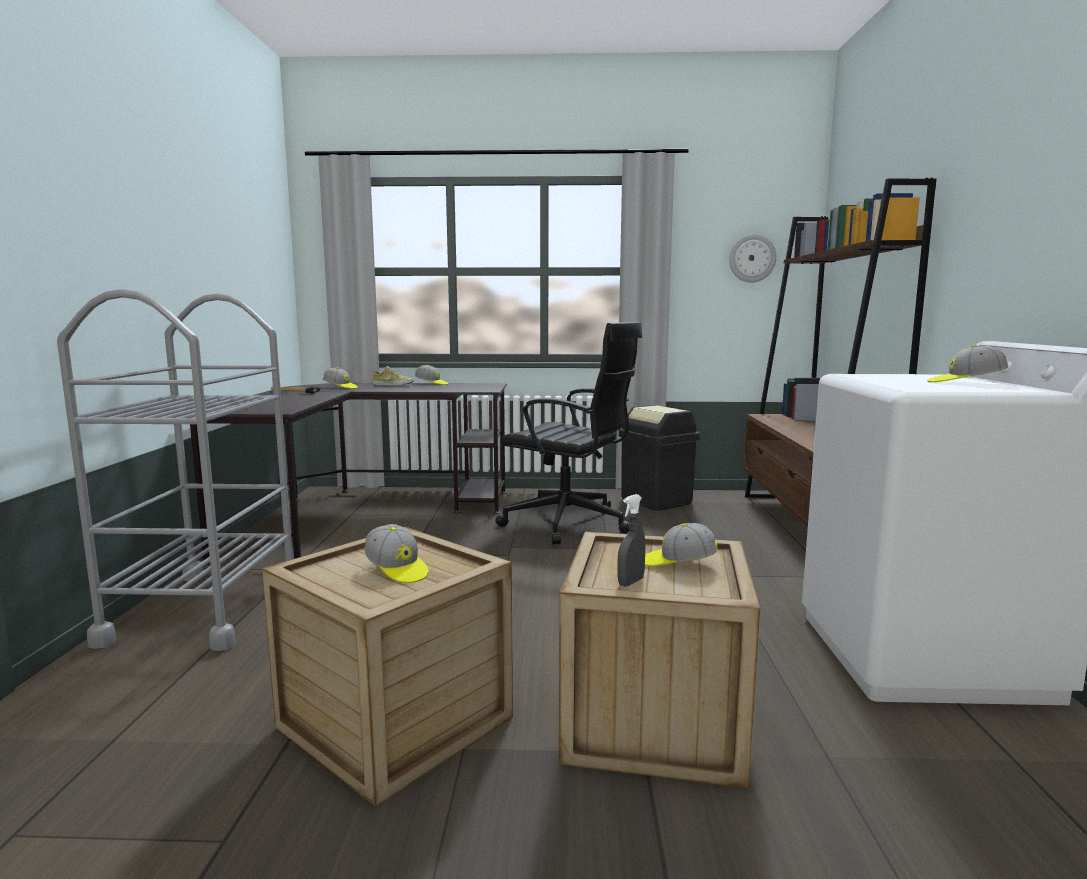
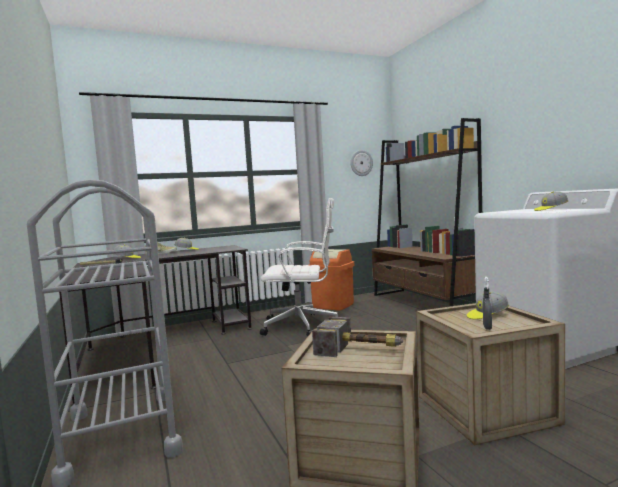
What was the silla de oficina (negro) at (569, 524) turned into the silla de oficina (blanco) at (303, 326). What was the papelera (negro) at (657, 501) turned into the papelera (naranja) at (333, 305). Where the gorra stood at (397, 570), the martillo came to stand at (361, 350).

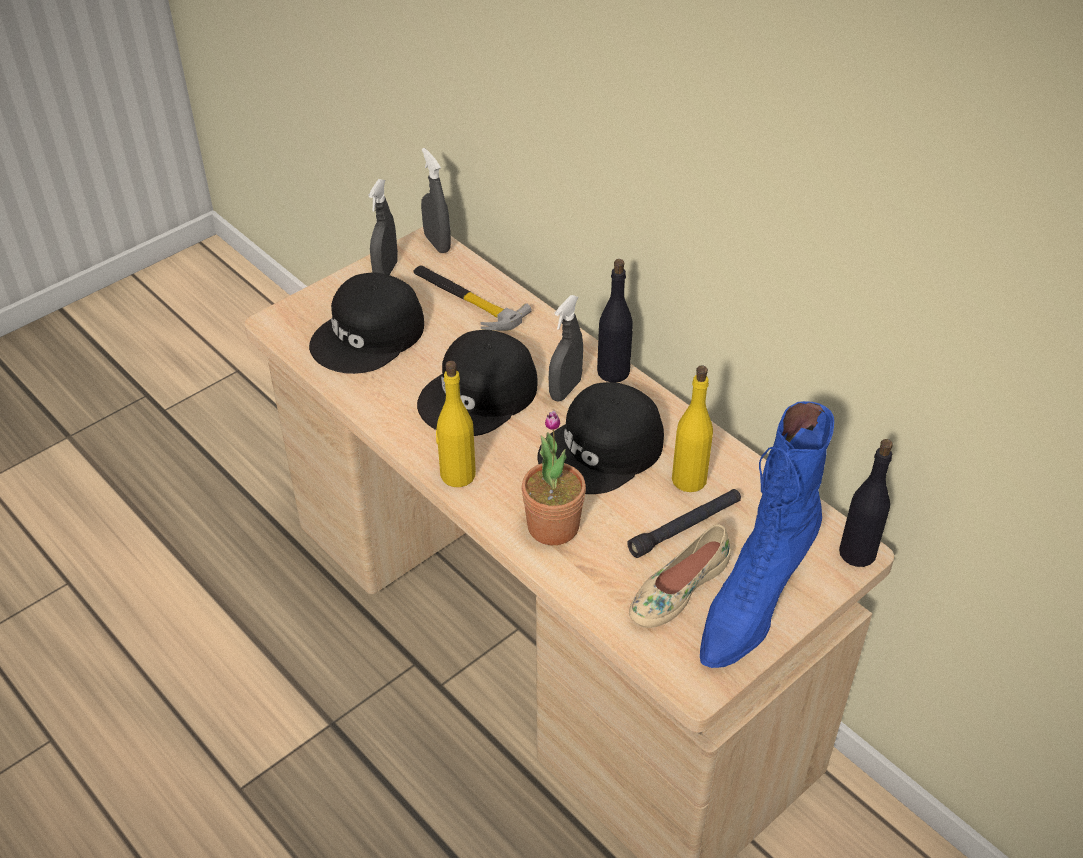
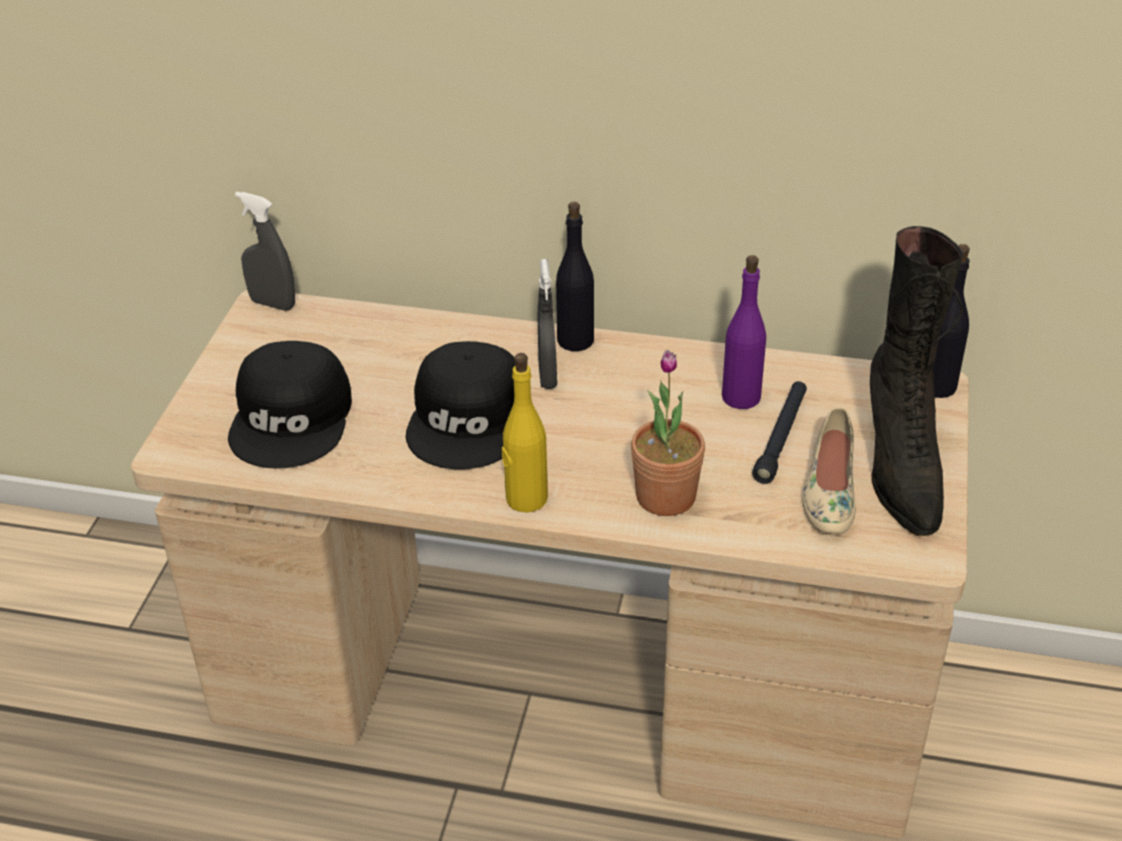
What was the botella (amarillo) at (689, 479) turned into the botella (morado) at (741, 397). What was the bota (azul) at (752, 603) turned into the bota (negro) at (901, 468). The second view lost the pulverizador (gris) at (386, 271). The second view lost the martillo at (465, 300). The second view lost the gorra (negro) at (603, 450).

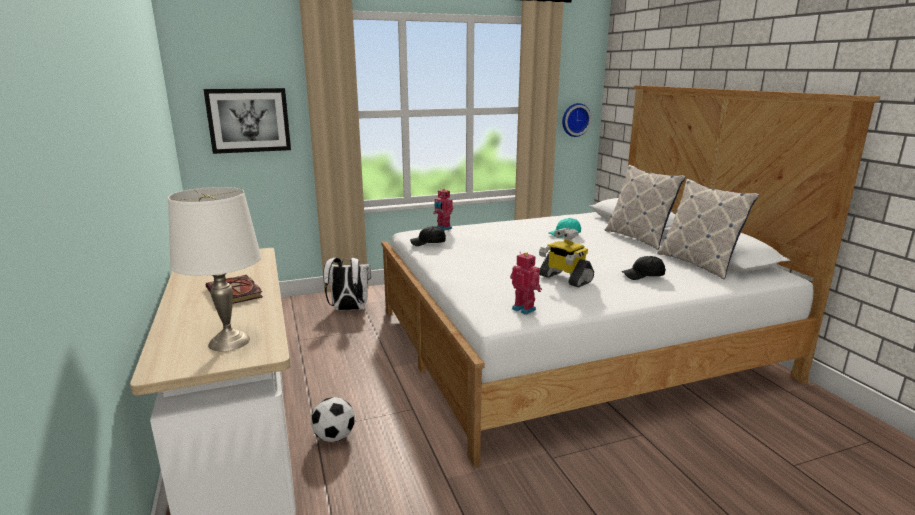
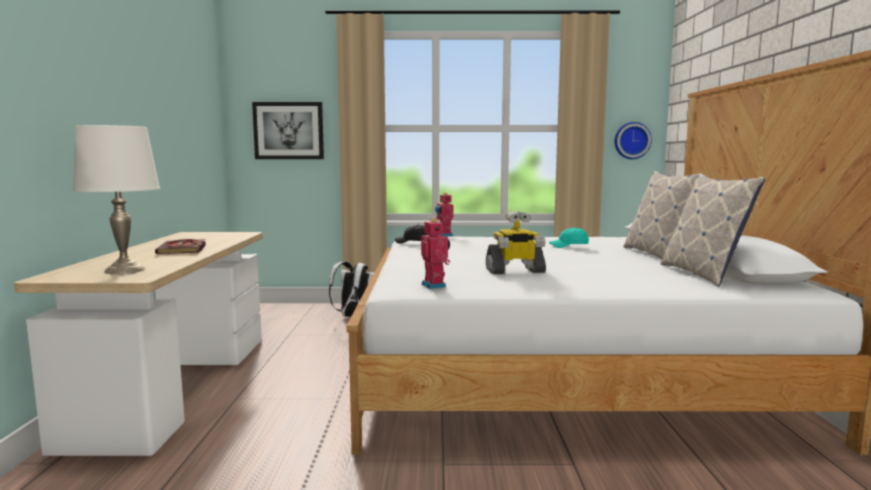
The robot de juguete at (564, 278) ended up facing another way, 75 degrees counterclockwise from before. The second view lost the balón de fútbol at (334, 437). The second view lost the gorra (negro) at (644, 276).

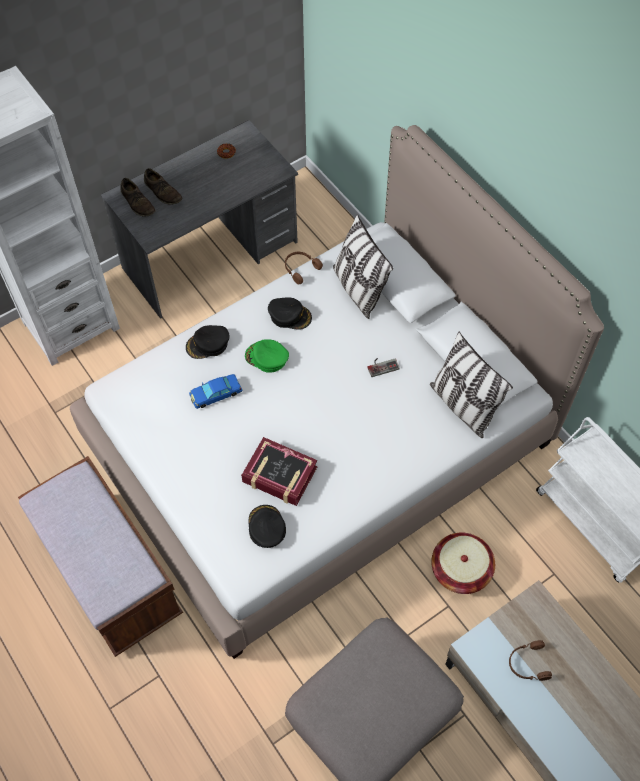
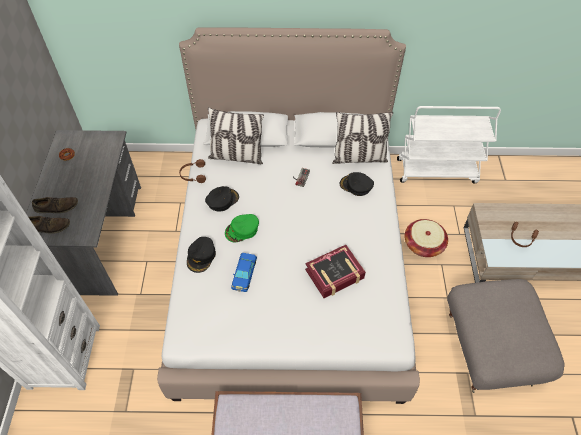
The gorra (negro) ended up elsewhere, having gone from (266, 527) to (356, 186).

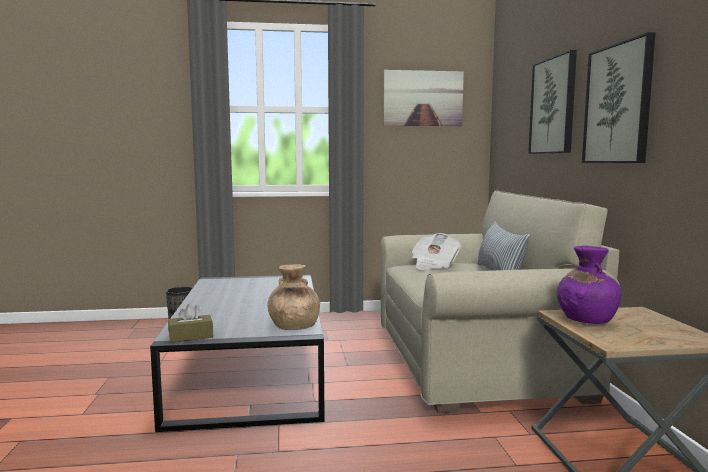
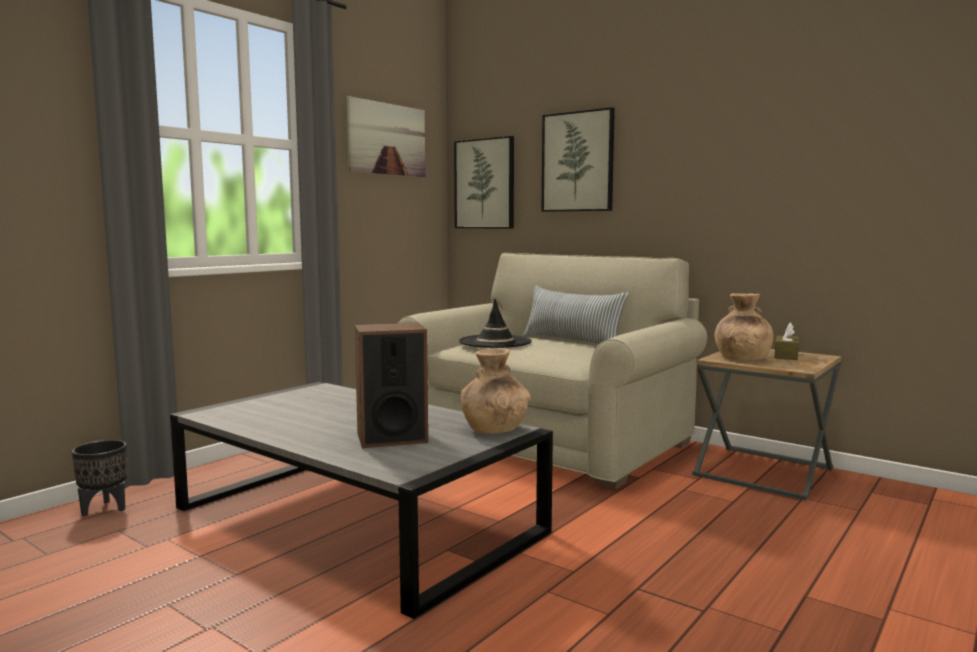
The second view gained the altavoz at (391, 438). The cuadro ended up elsewhere, having gone from (618, 104) to (485, 184). Where the periódico stood at (434, 265), the sombrero (negro) came to stand at (495, 342). What was the florero (morado) at (586, 319) turned into the florero (marrón) at (741, 359). The caja de pañuelos (marrón) ended up elsewhere, having gone from (191, 336) to (786, 356).

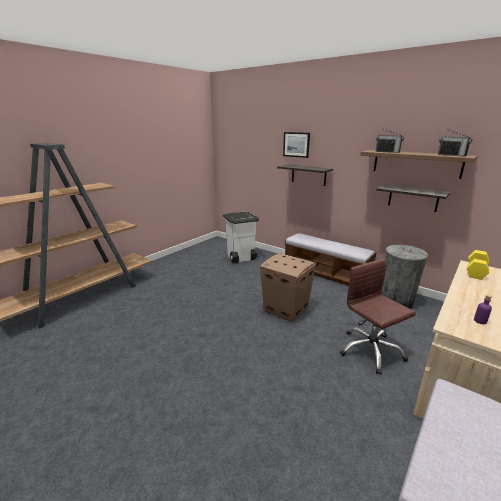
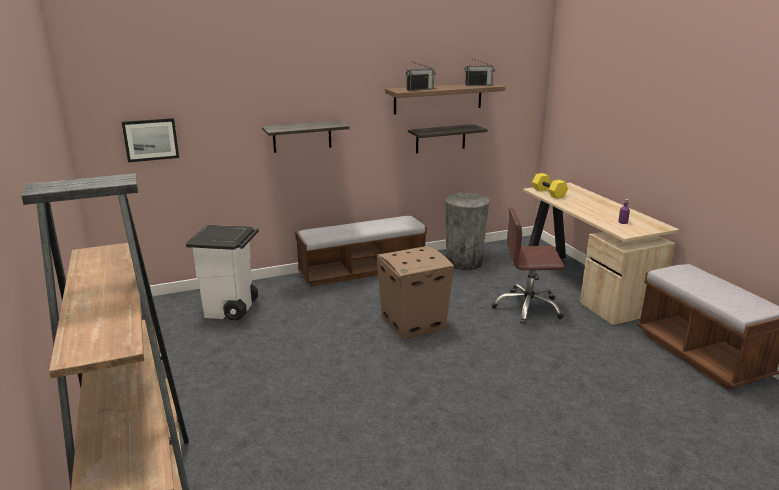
The cuadro ended up elsewhere, having gone from (296, 144) to (151, 139).

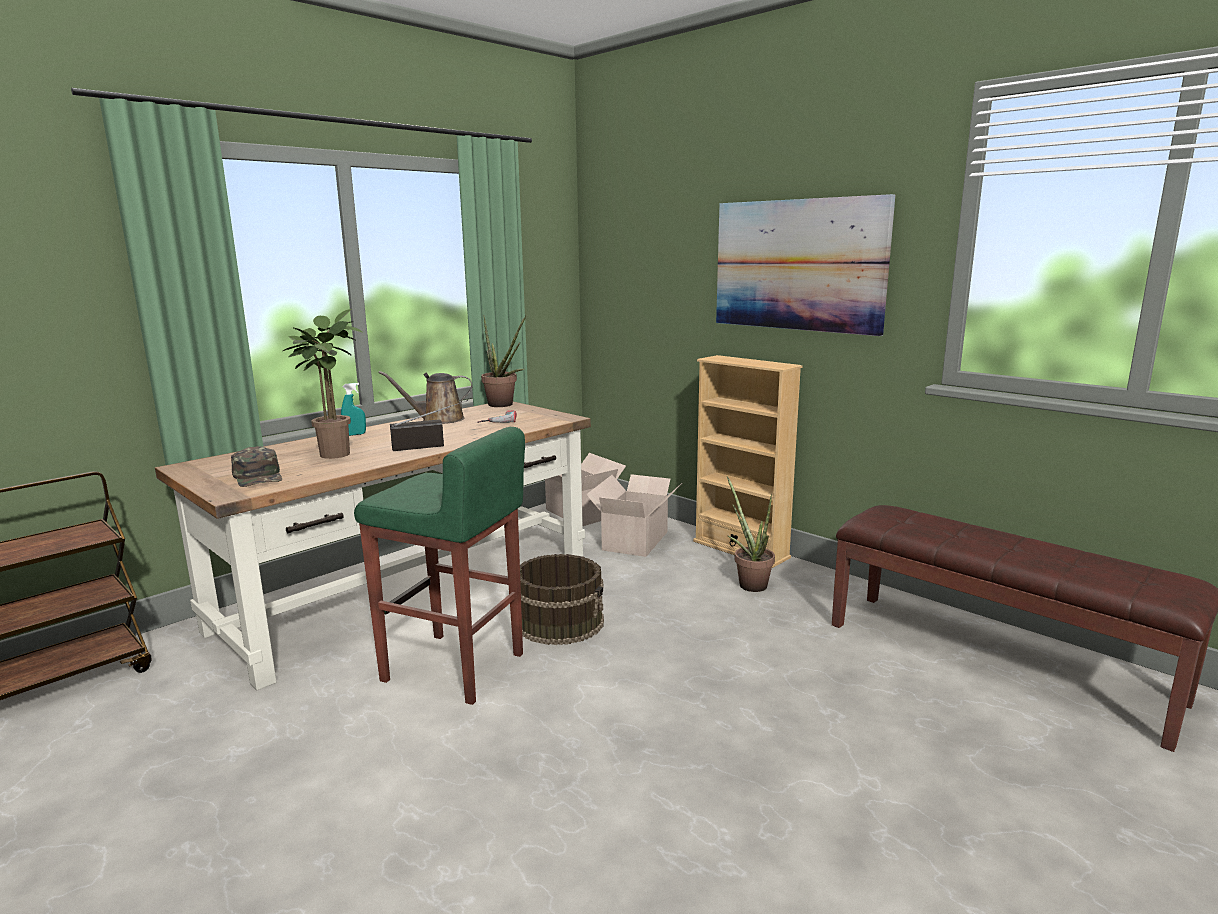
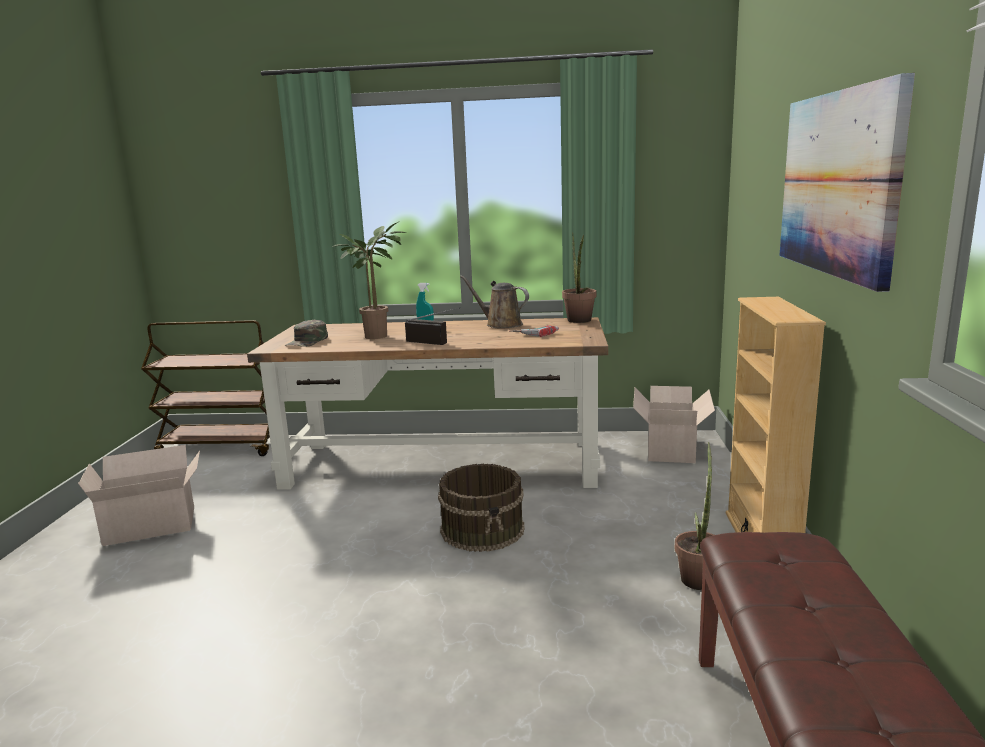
The caja de cartón ended up elsewhere, having gone from (636, 540) to (153, 525). The second view lost the taburete (verde) at (454, 668).

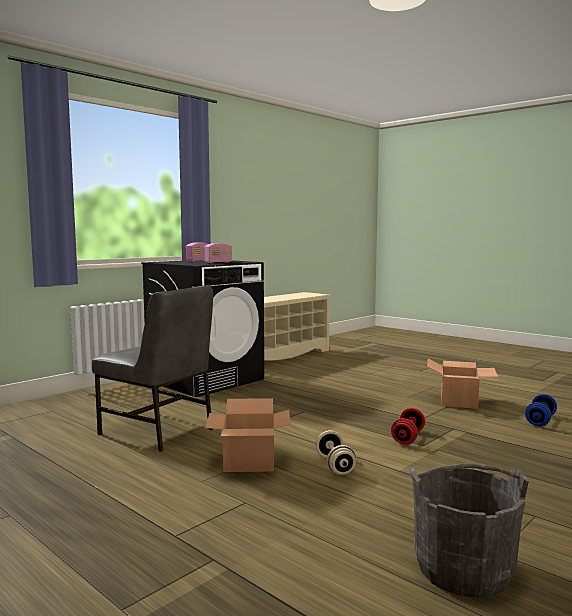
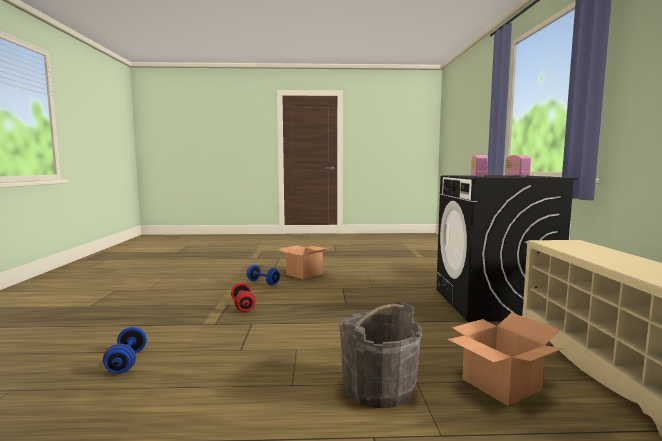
What was the mancuerna (beis) at (335, 465) turned into the mancuerna (azul) at (263, 283). The cubo (gris) ended up elsewhere, having gone from (463, 569) to (379, 388). The caja de cartón ended up elsewhere, having gone from (458, 401) to (502, 385). The second view lost the silla (gris) at (158, 431).

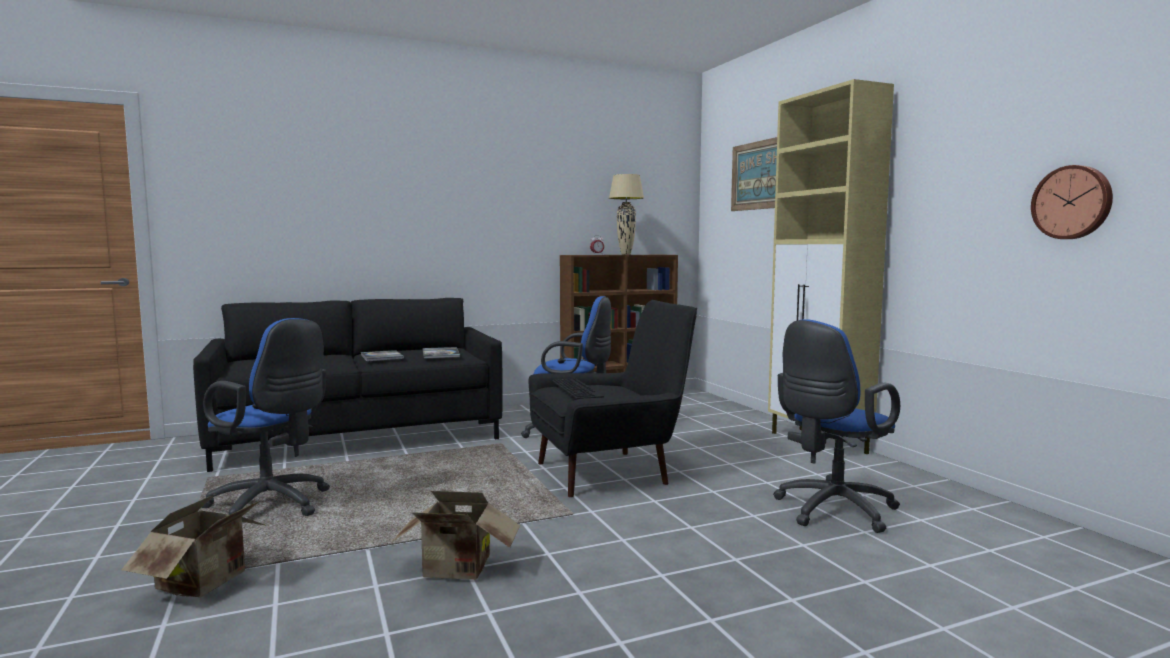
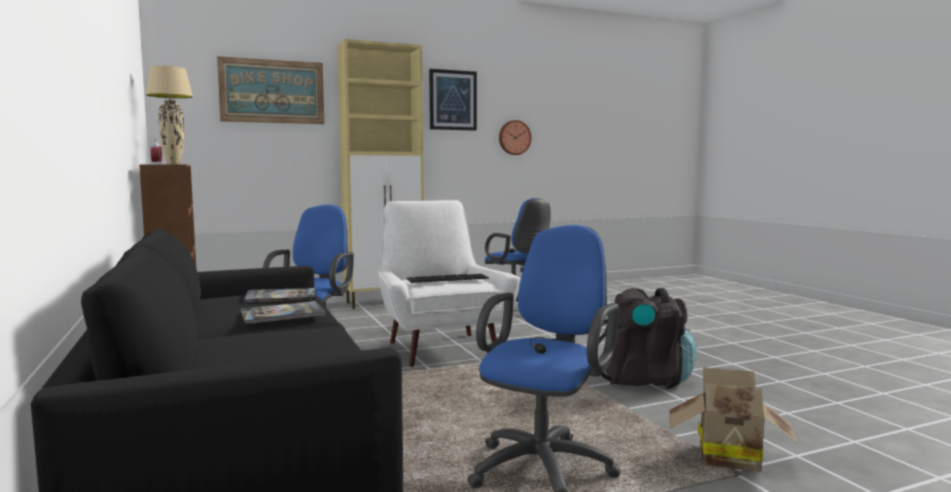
What was the sillón (negro) at (609, 472) turned into the sillón (blanco) at (440, 347). The second view gained the cuadro at (452, 100). Where the caja de cartón stood at (457, 571), the mochila (negro) came to stand at (644, 379).

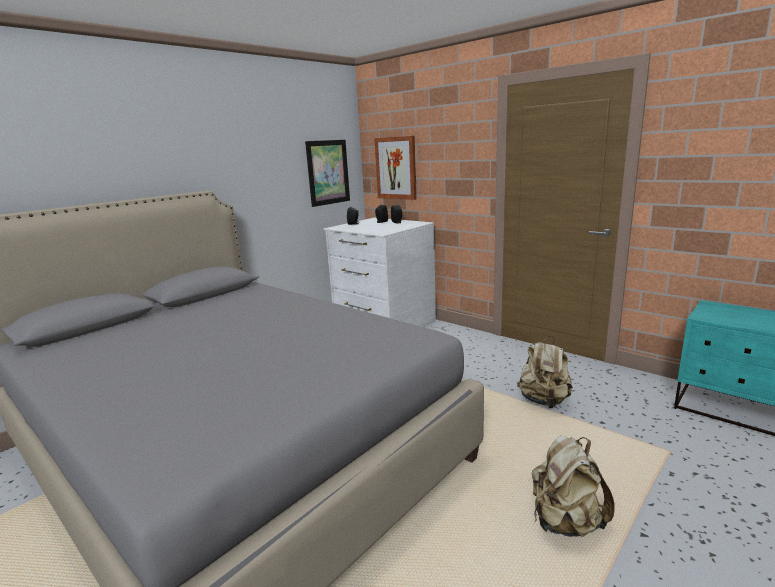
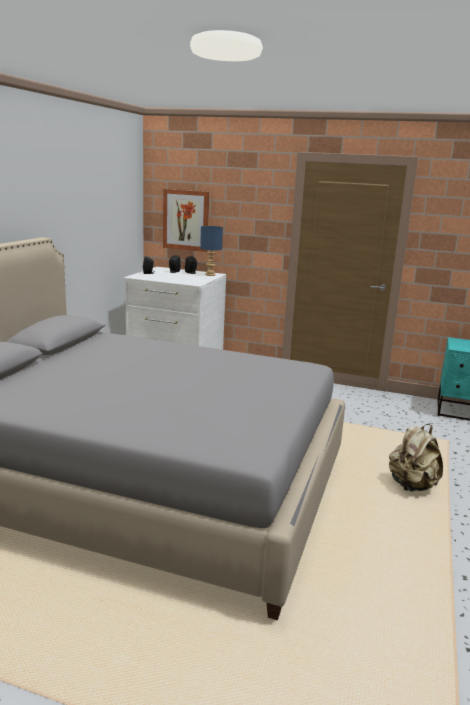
The second view gained the lámpara de mesa (azul) at (210, 275). The second view lost the cuadro at (328, 172). The second view lost the mochila (beis) at (544, 401).

